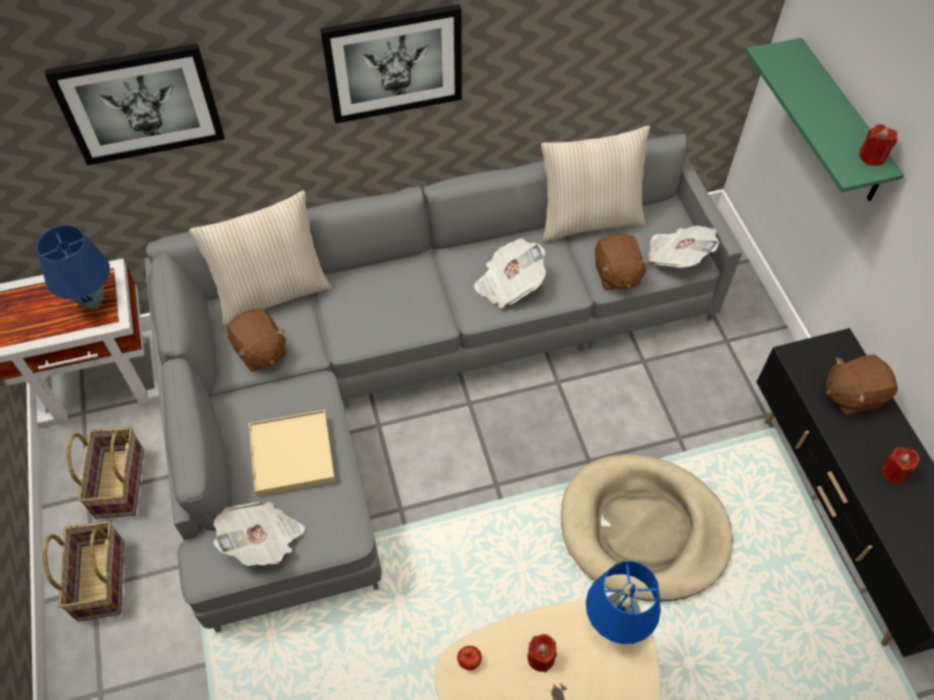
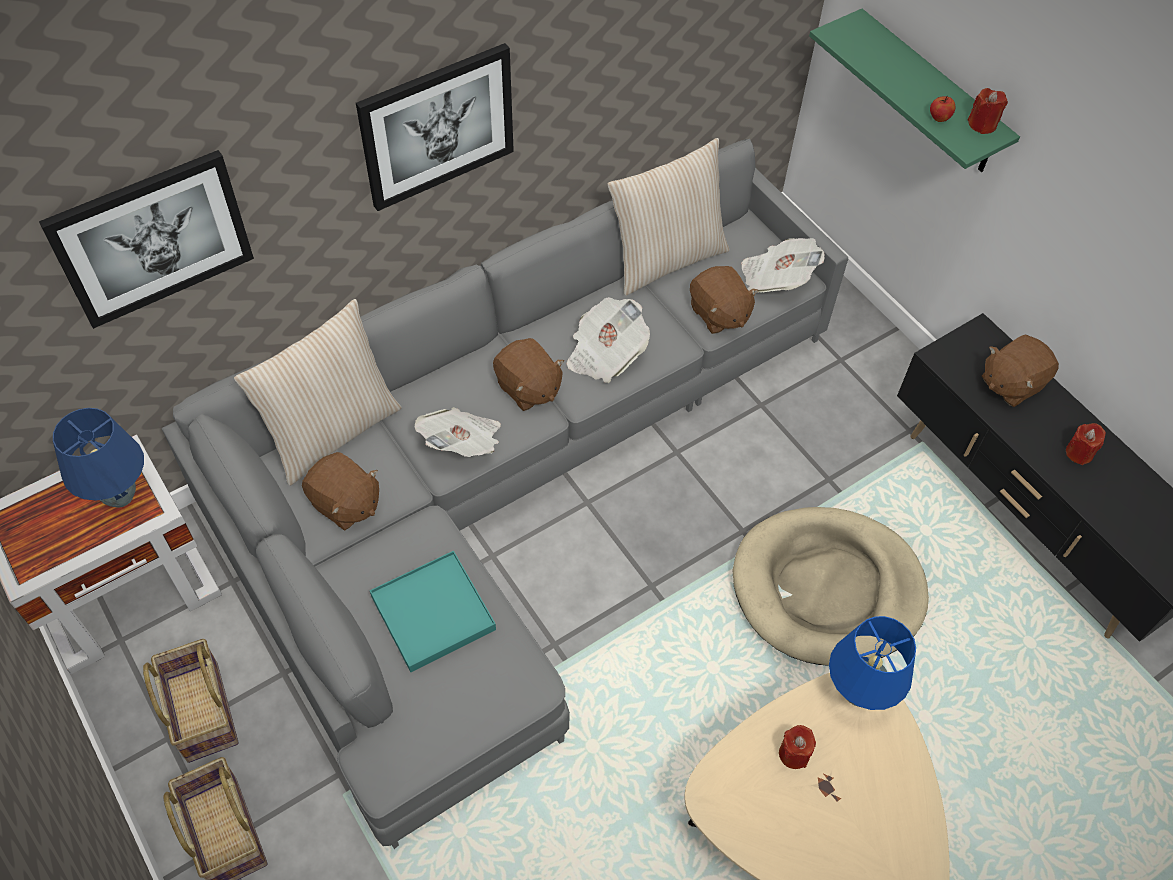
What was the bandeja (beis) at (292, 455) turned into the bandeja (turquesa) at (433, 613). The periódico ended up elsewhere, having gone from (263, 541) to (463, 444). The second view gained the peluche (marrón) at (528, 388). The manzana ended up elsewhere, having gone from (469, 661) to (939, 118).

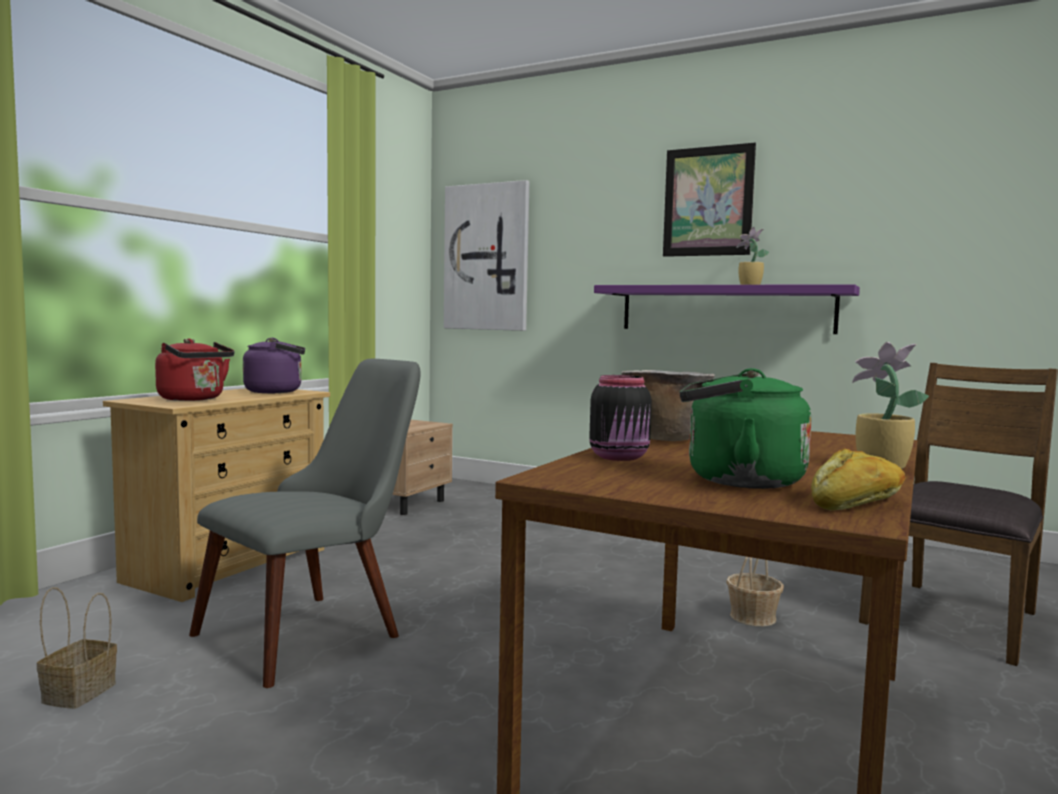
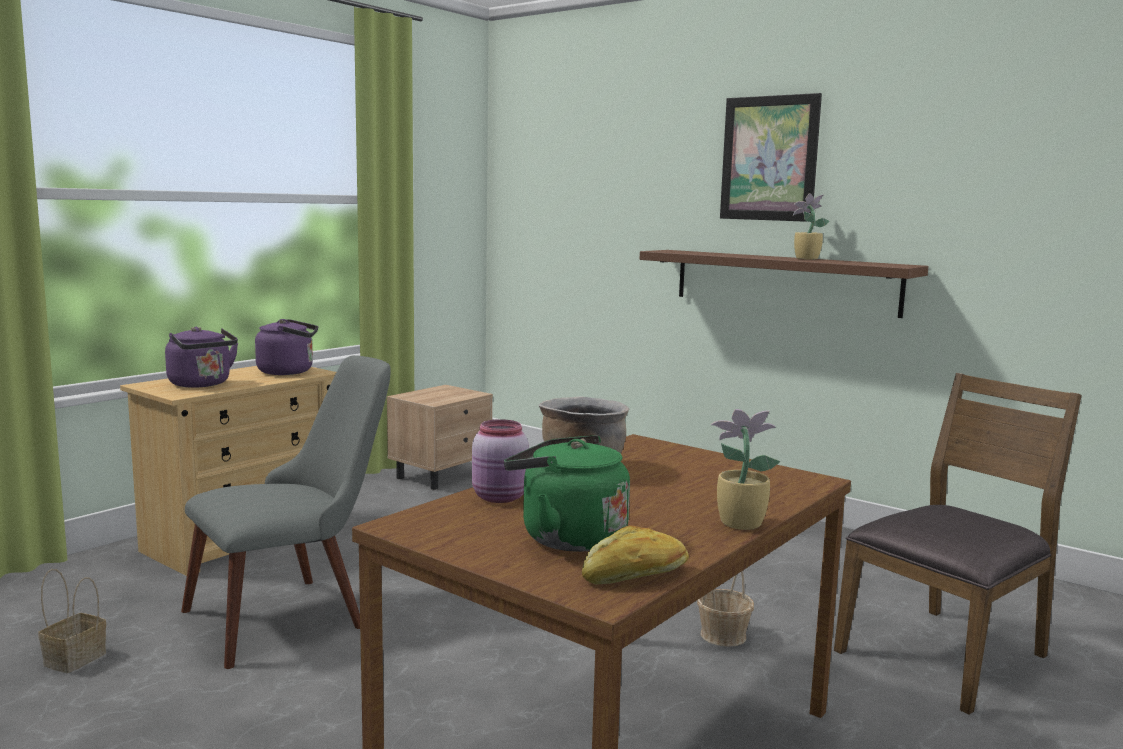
What was the hervidor (rojo) at (194, 399) turned into the hervidor (morado) at (202, 384). What was the tarro (negro) at (620, 457) turned into the tarro (rosa) at (501, 497). What was the estante (morado) at (725, 309) turned into the estante (marrón) at (784, 281). The second view lost the cuadro at (487, 257).

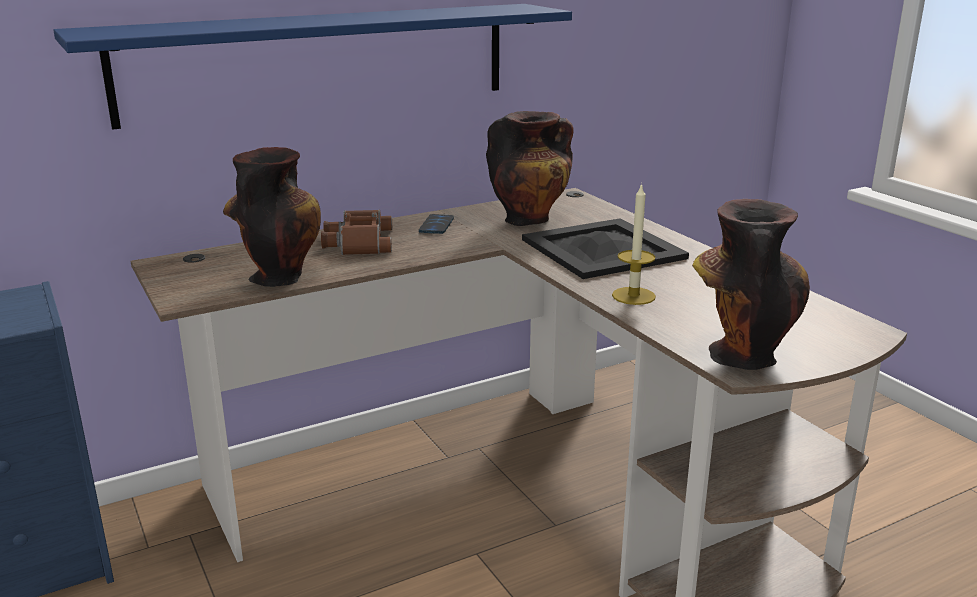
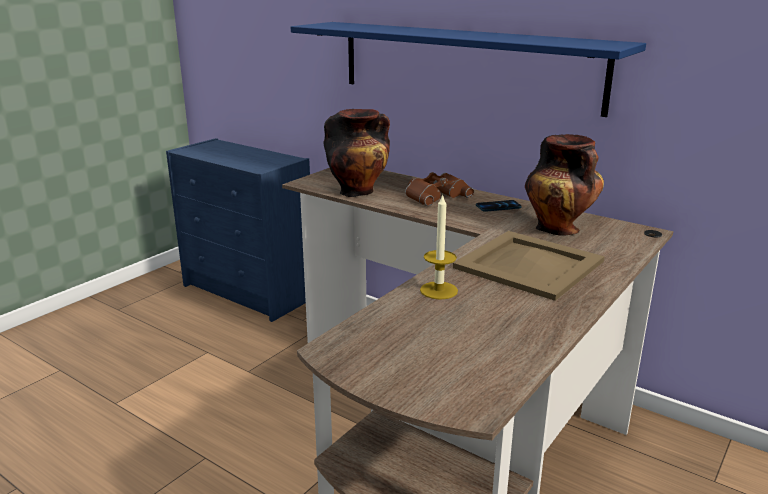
What was the bandeja (negro) at (603, 248) turned into the bandeja (beis) at (530, 264). The second view lost the florero at (740, 352).

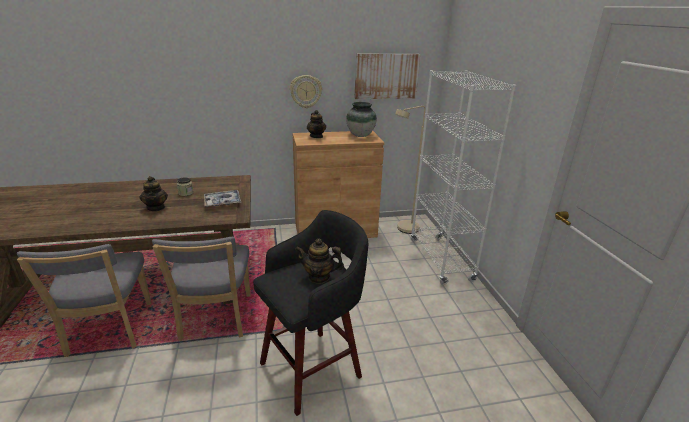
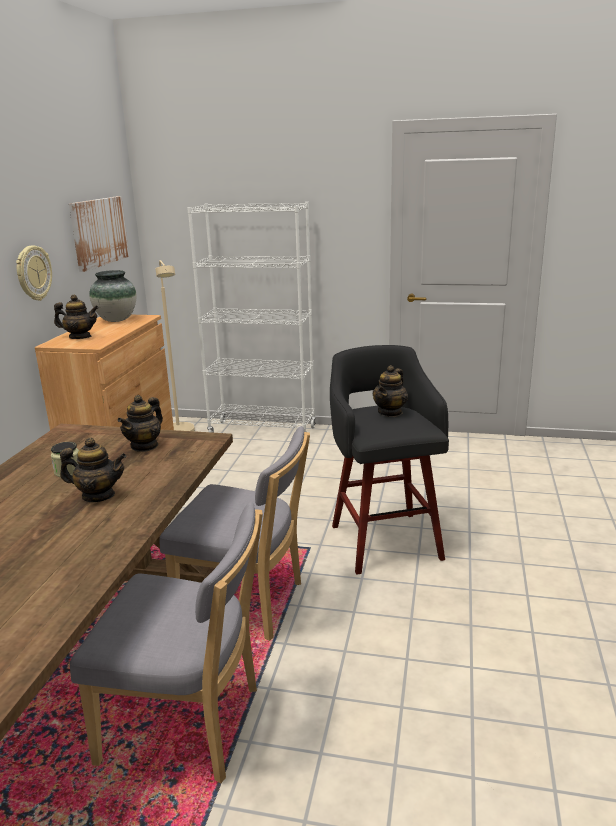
Where the bandeja stood at (222, 202), the tetera came to stand at (145, 446).

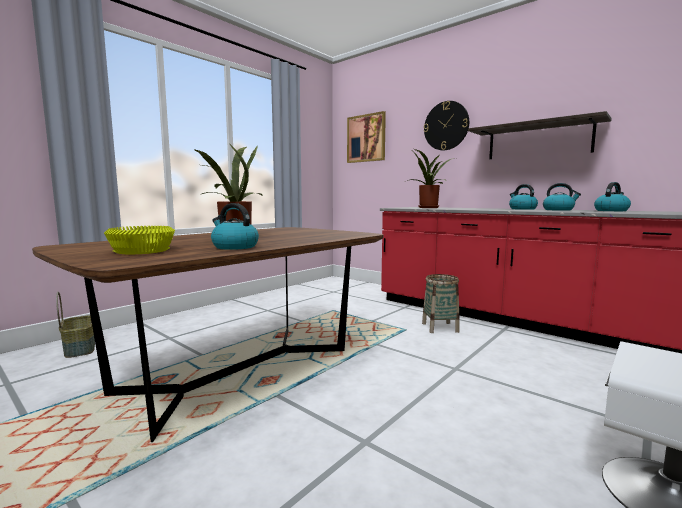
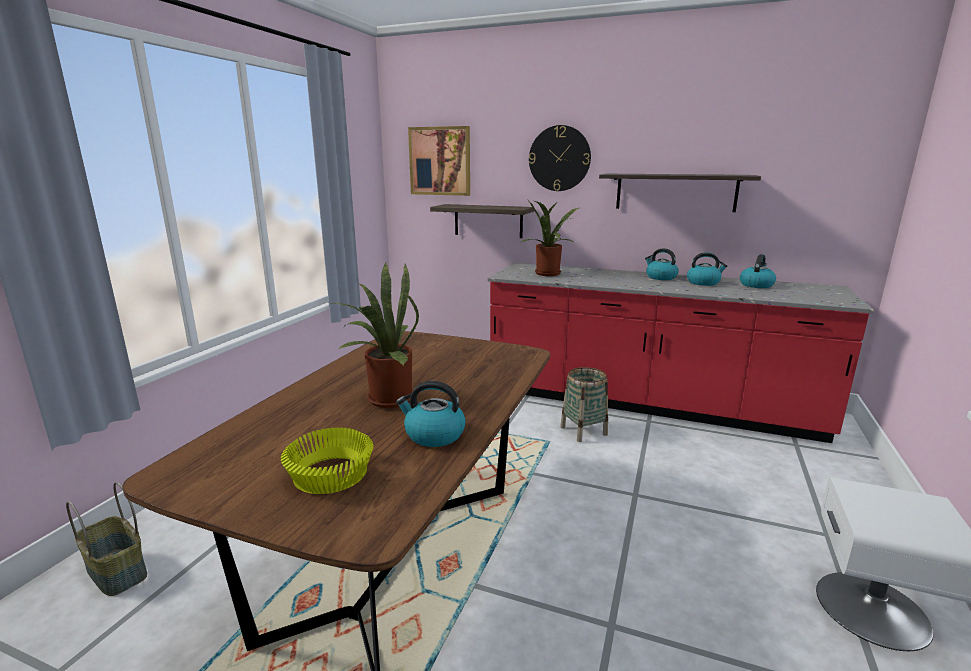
The second view gained the estante at (488, 221).

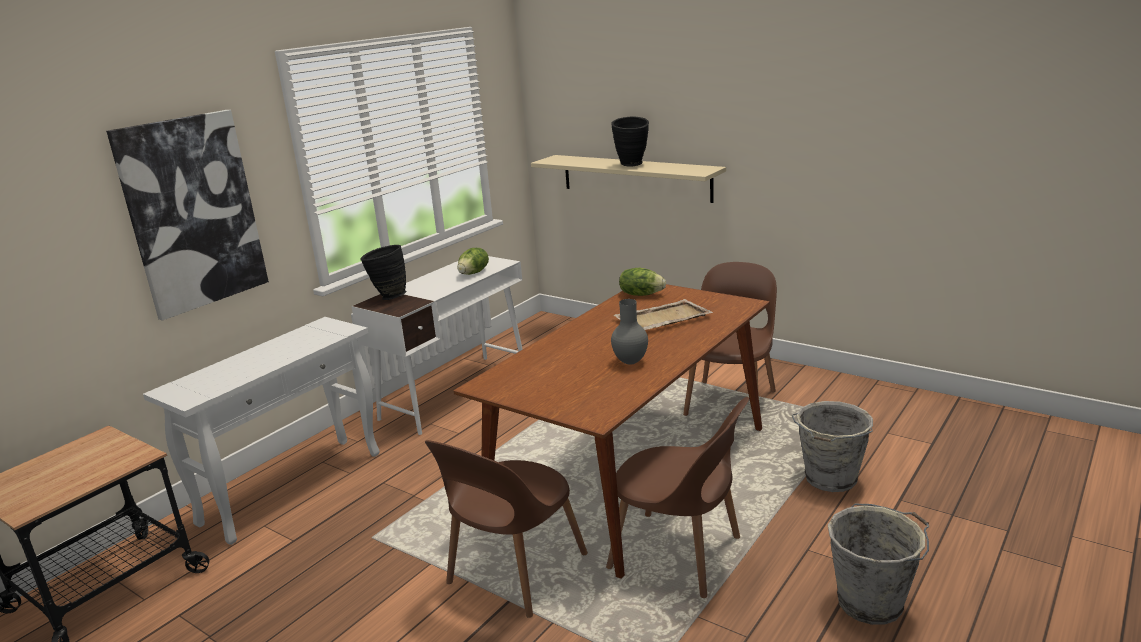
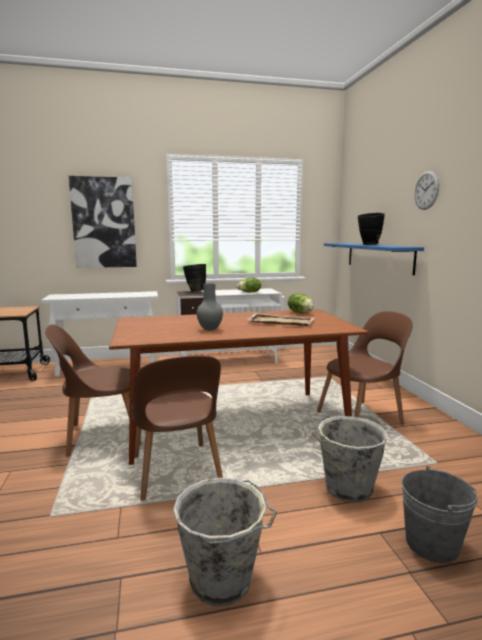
What was the estante (beis) at (635, 177) turned into the estante (azul) at (378, 257). The second view gained the cubo (gris) at (432, 544). The second view gained the reloj de pared at (426, 190).

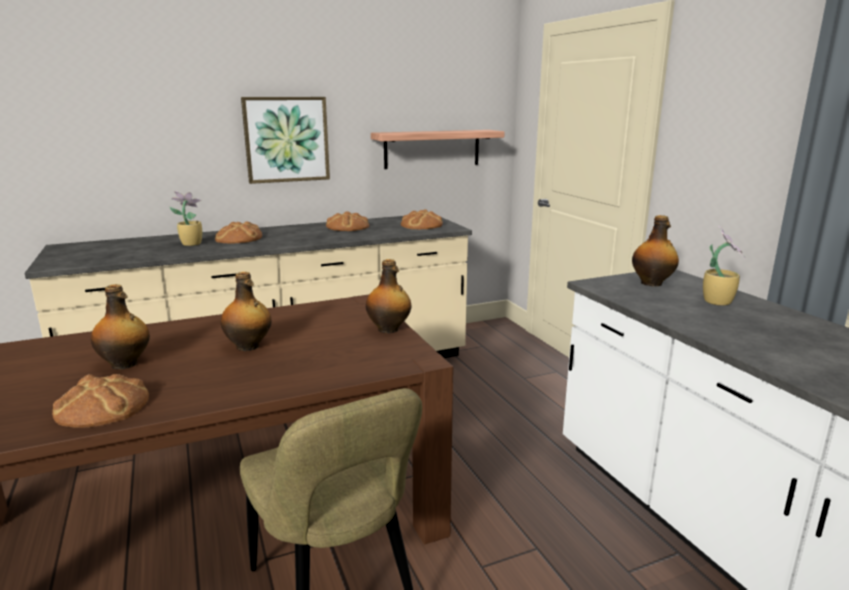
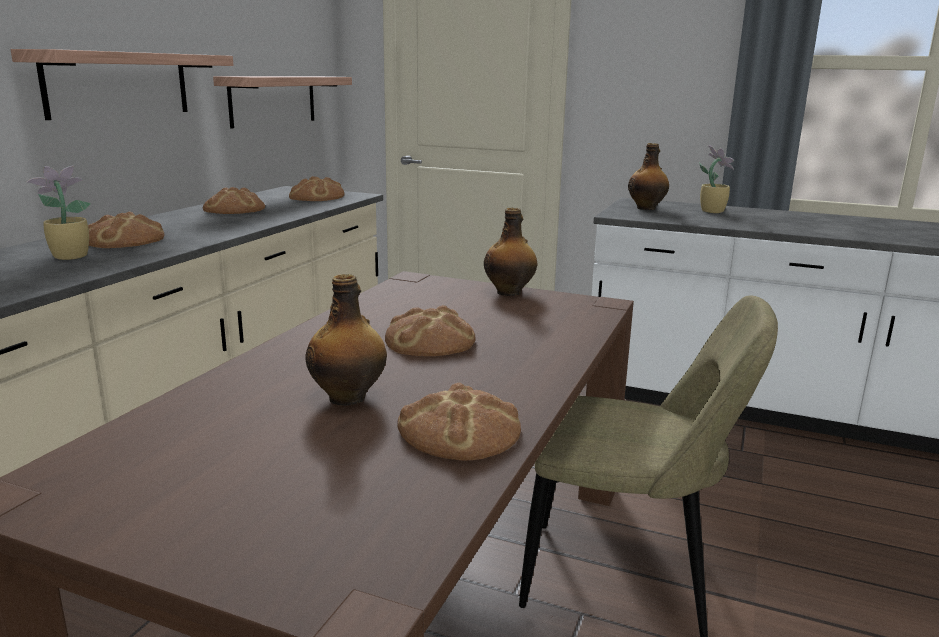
Where the cuadro hung at (286, 139), the estante came to hang at (119, 84). Where the botella stood at (248, 347), the pan came to stand at (430, 340).

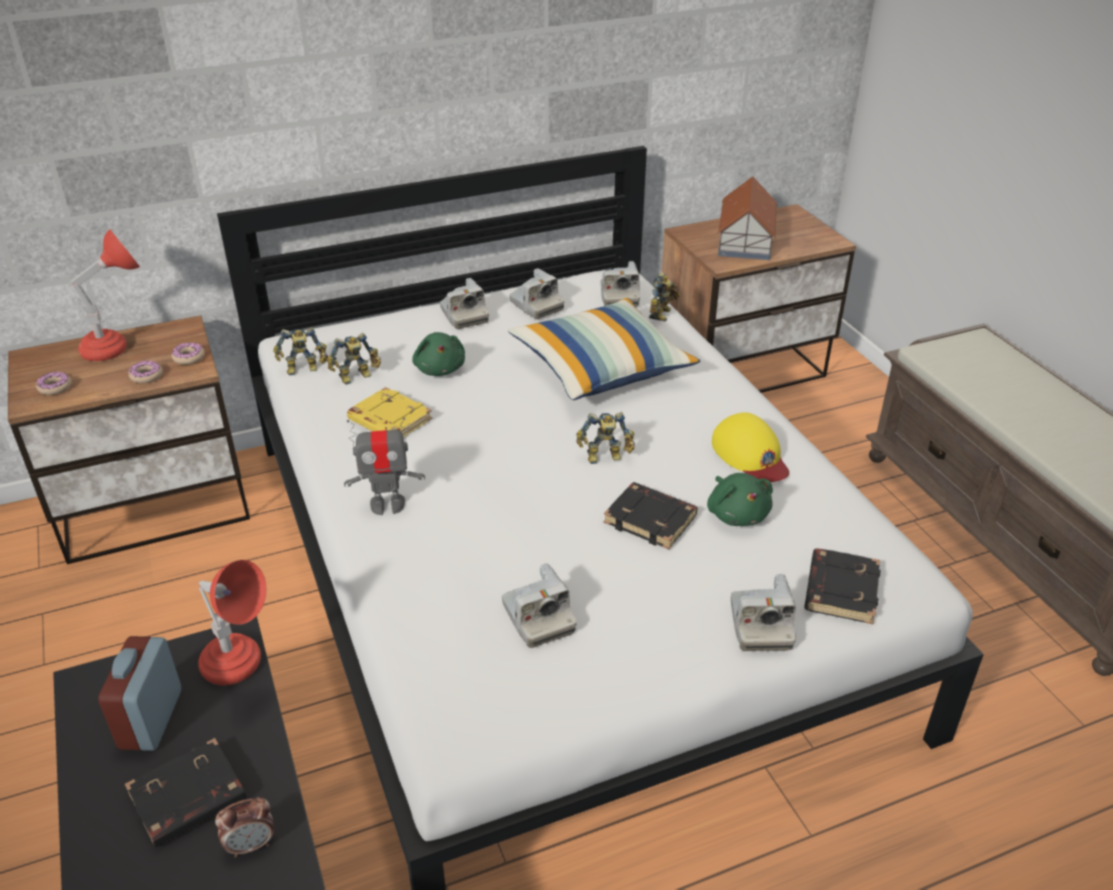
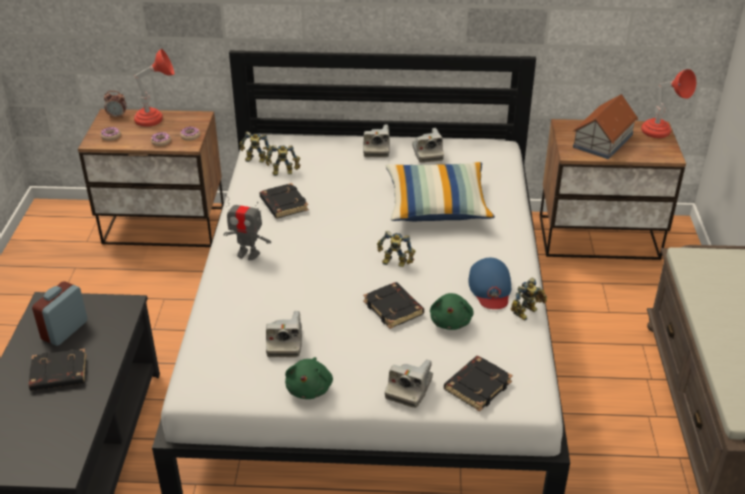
The despertador ended up elsewhere, having gone from (251, 845) to (117, 116). What was the libro (amarillo) at (388, 420) turned into the libro (negro) at (283, 204). The peluche (verde) ended up elsewhere, having gone from (440, 369) to (310, 388). What was the gorra (amarillo) at (750, 455) turned into the gorra (azul) at (490, 288). The robot de juguete ended up elsewhere, having gone from (662, 314) to (527, 312). The lámpara de mesa (rojo) ended up elsewhere, having gone from (241, 673) to (661, 135). The second view lost the cámara at (619, 296).

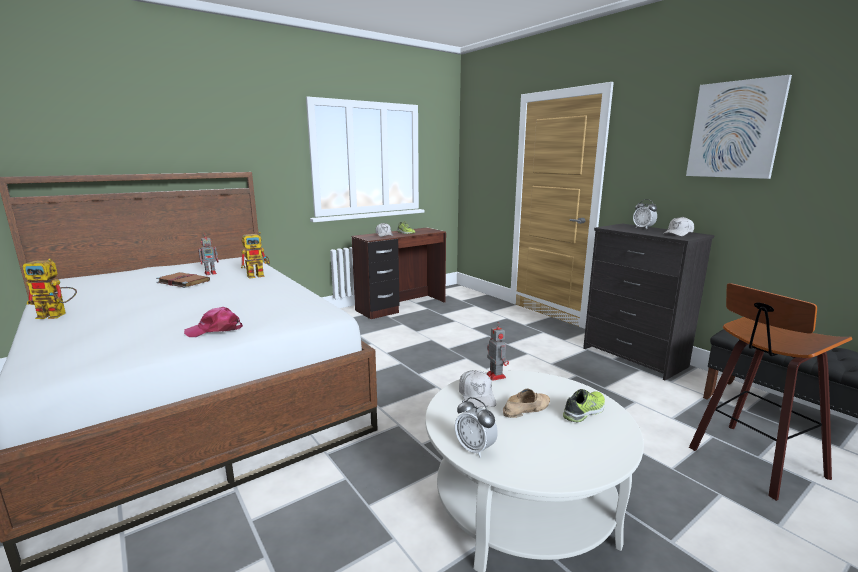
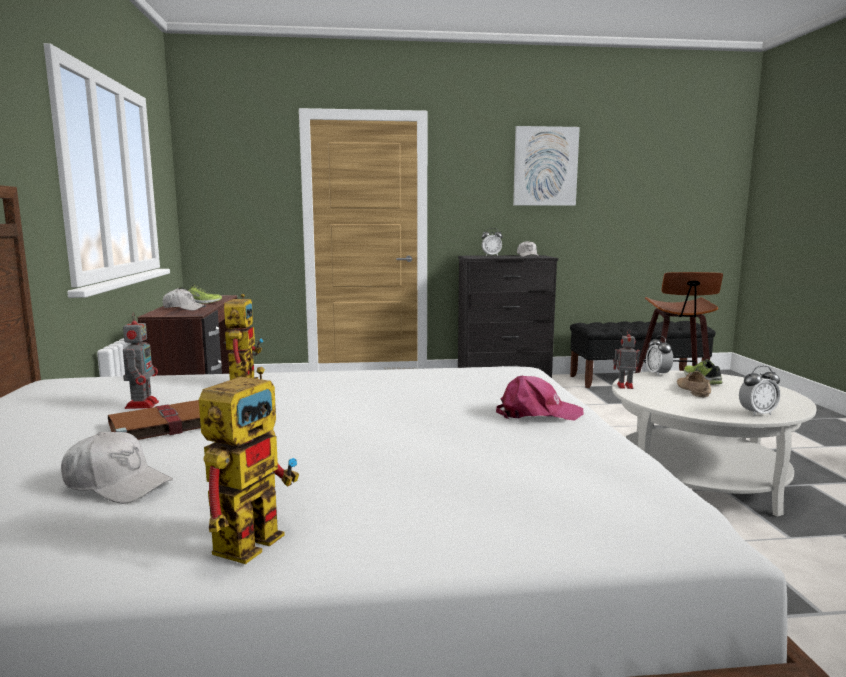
The gorra (blanco) ended up elsewhere, having gone from (477, 396) to (117, 484). The gorra (rosa) at (215, 330) ended up facing another way, 105 degrees counterclockwise from before. The second view gained the despertador at (658, 374).

